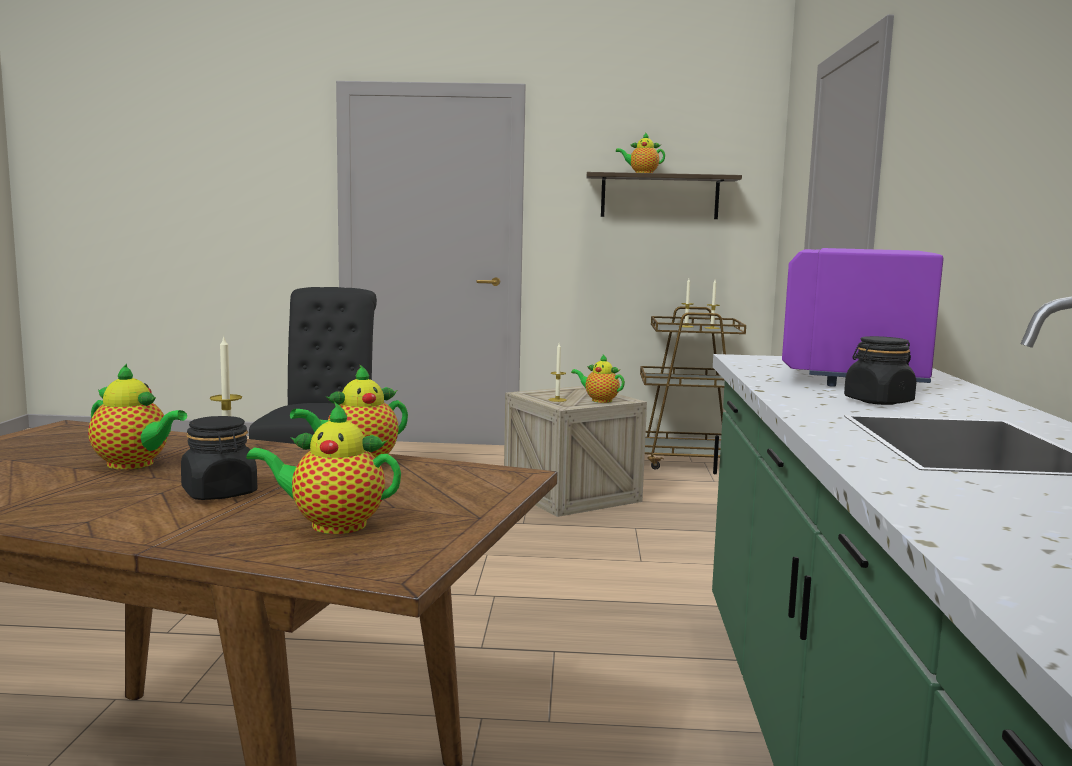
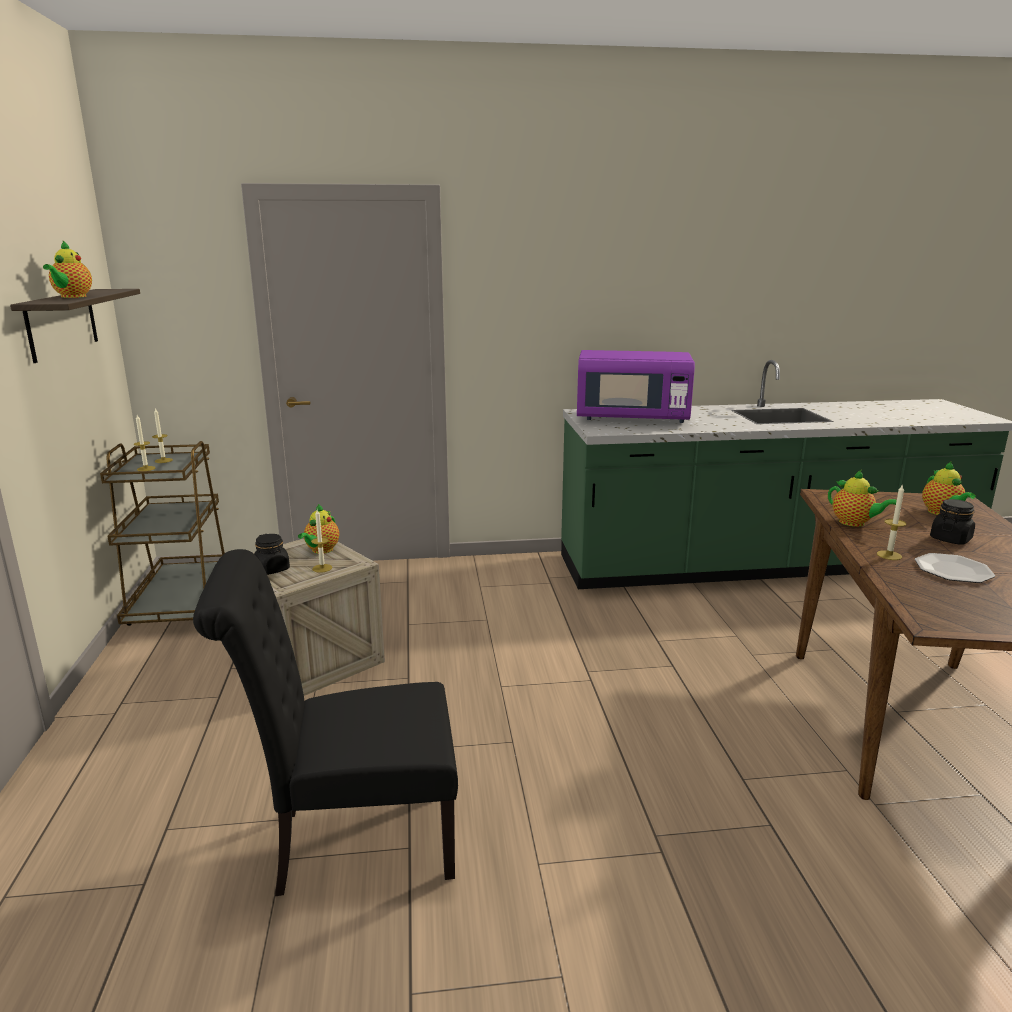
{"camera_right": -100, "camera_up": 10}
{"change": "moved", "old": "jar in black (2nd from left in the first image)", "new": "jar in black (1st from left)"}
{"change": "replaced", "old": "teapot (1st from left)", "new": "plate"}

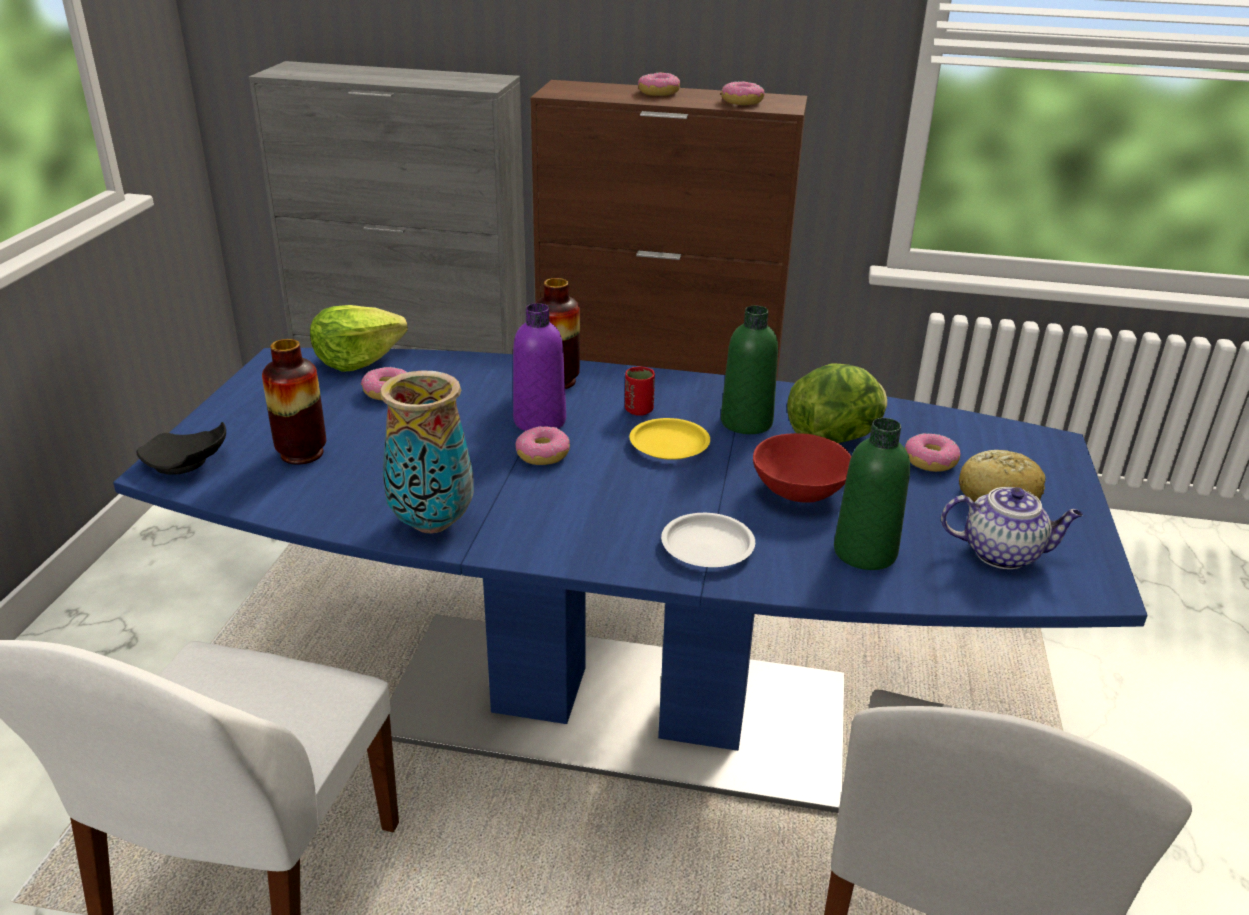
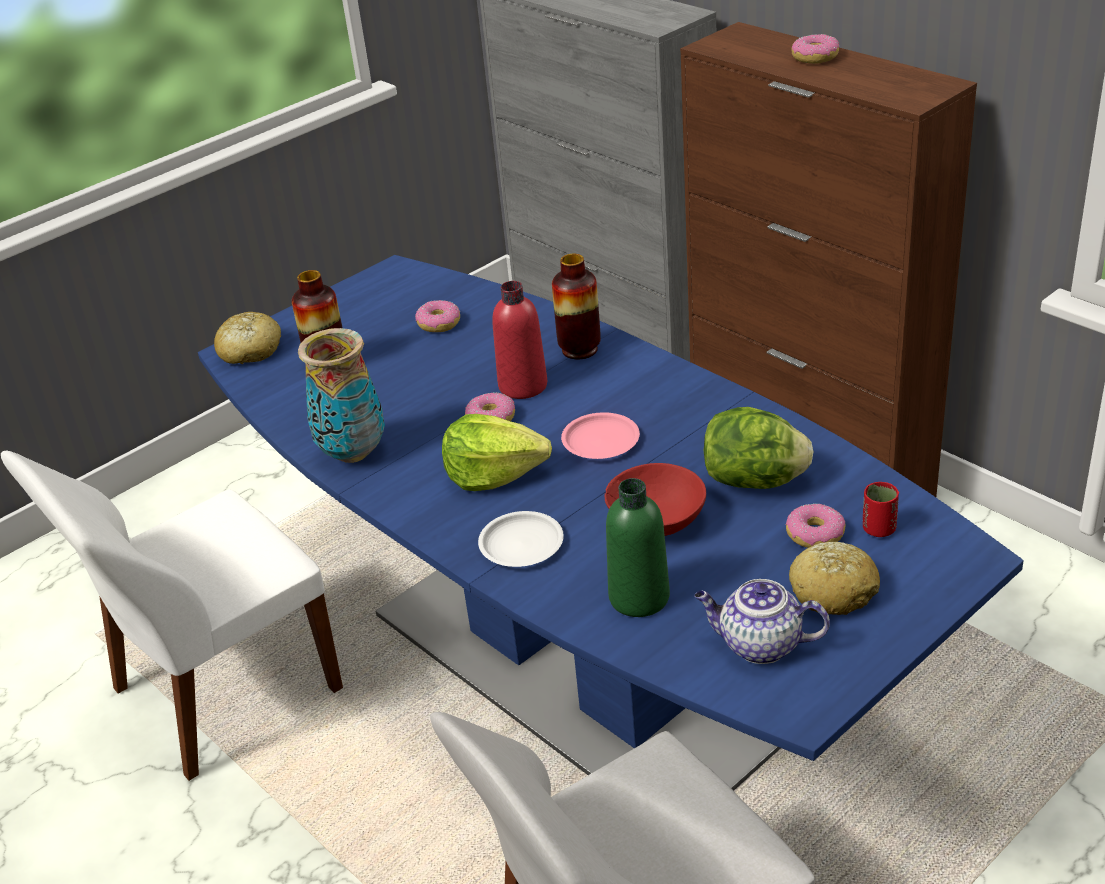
{"camera_right": 40, "camera_up": 5}
{"change": "replaced", "old": "plate in black", "new": "bread (1st from left)"}
{"change": "moved", "old": "lettuce (1st from left)"}
{"change": "recoloured", "old": "bottle in purple", "new": "bottle in red"}
{"change": "recoloured", "old": "plate in yellow", "new": "plate in pink"}
{"change": "turned", "old": "teapot", "degrees": 150}
{"change": "moved", "old": "cup in red"}
{"change": "removed", "old": "donut (4th from left)"}
{"change": "removed", "old": "bottle in green (1st from left)"}

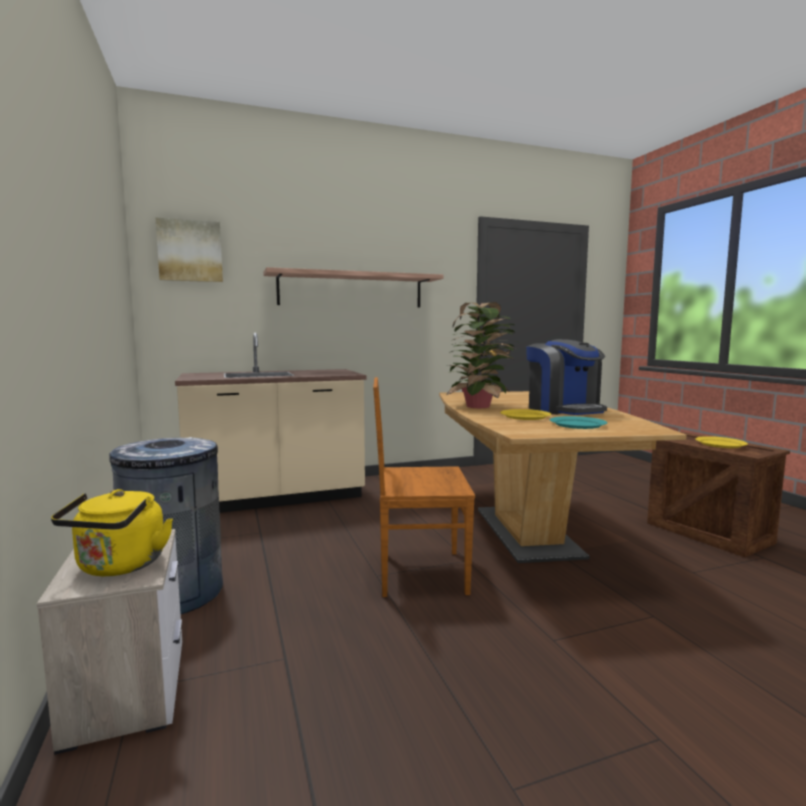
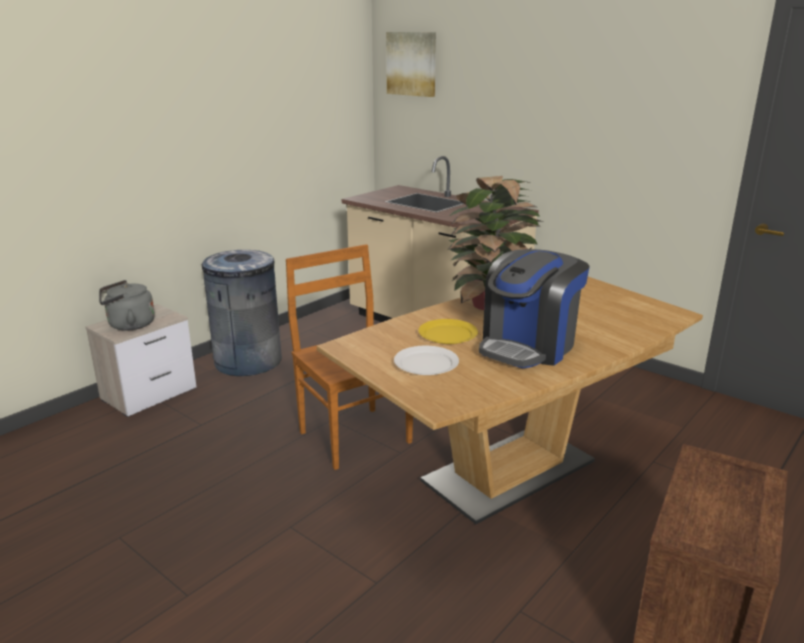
{"camera_right": 60, "camera_up": 15}
{"change": "recoloured", "old": "kettle in yellow", "new": "kettle in grey"}
{"change": "recoloured", "old": "plate in turquoise", "new": "plate in white"}
{"change": "removed", "old": "shelf"}
{"change": "removed", "old": "plate in yellow (2nd from left)"}

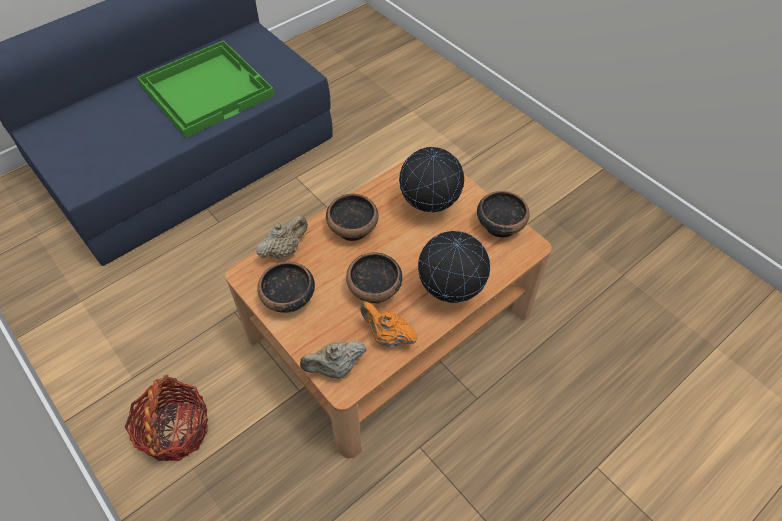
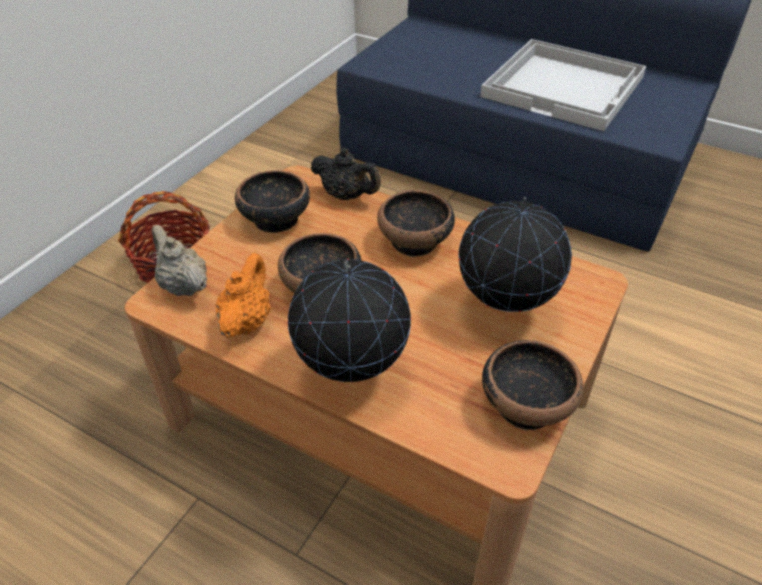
{"camera_right": 70, "camera_up": -10}
{"change": "recoloured", "old": "teapot in beige (1st from left)", "new": "teapot in black"}
{"change": "recoloured", "old": "tray in green", "new": "tray in white"}

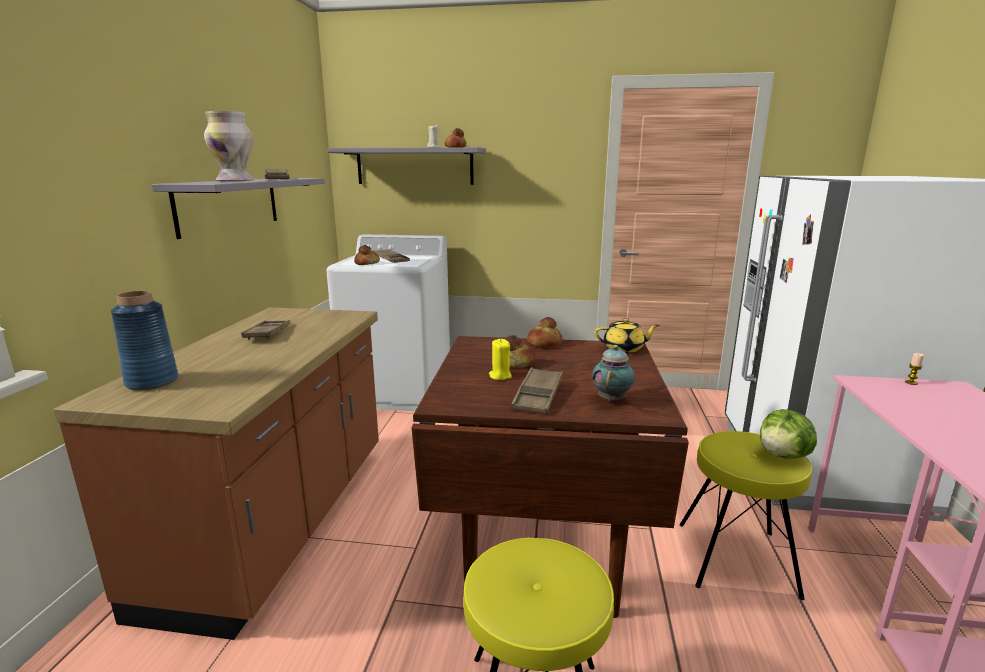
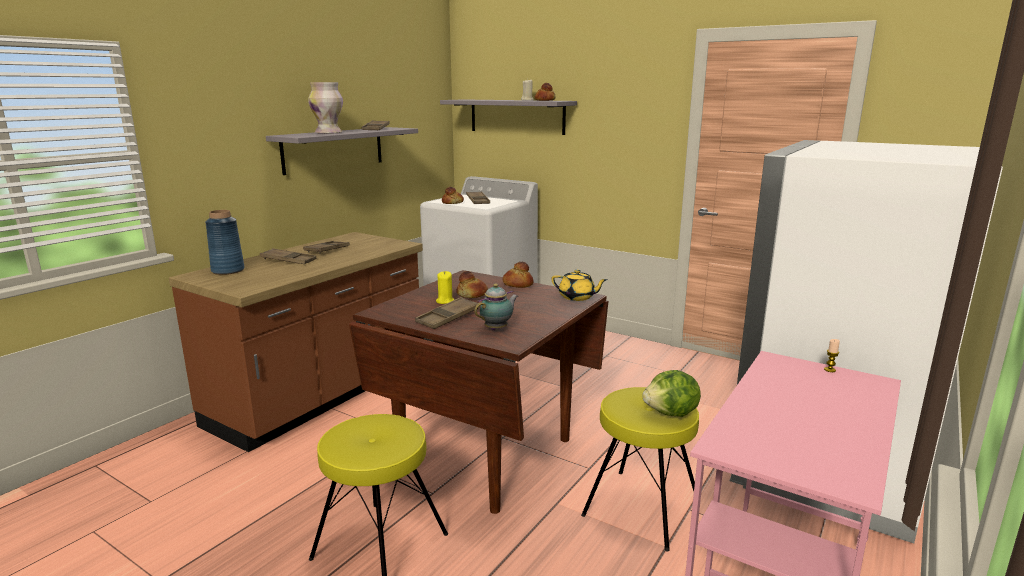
{"camera_right": 25, "camera_up": 0}
{"change": "added", "new": "tray in brown (1st from left)"}

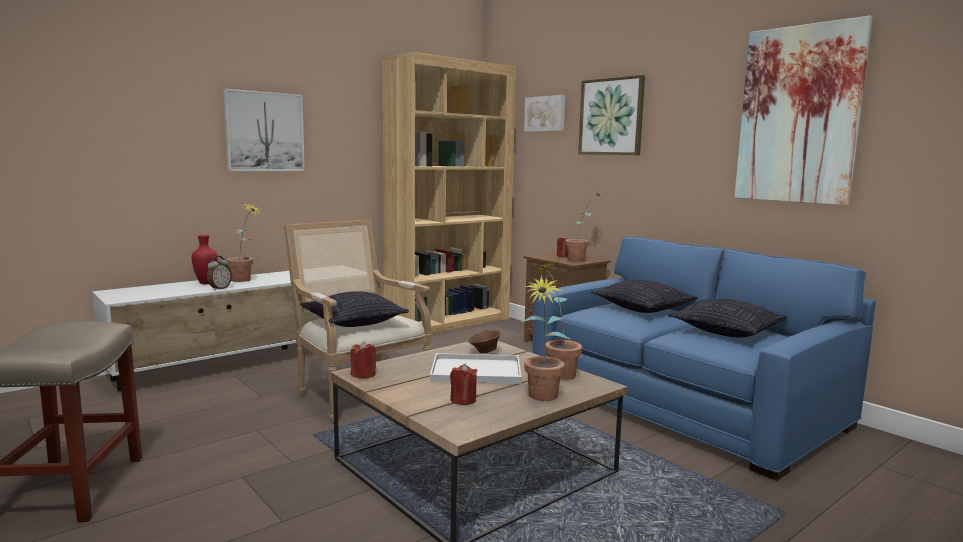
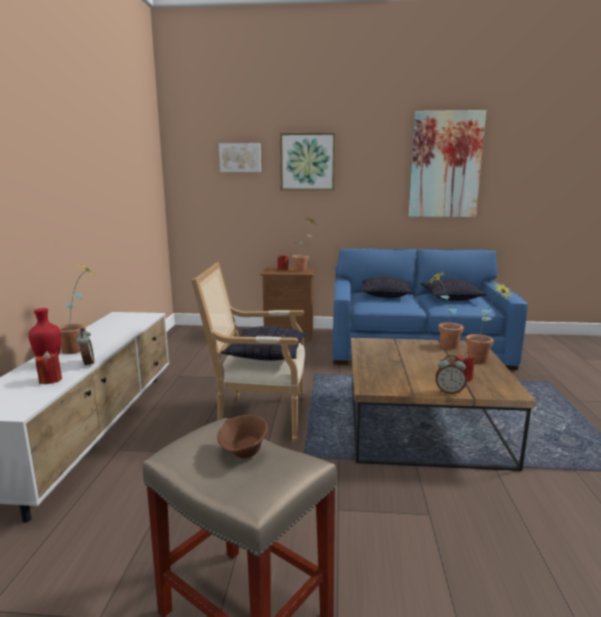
{"camera_right": -45, "camera_up": 5}
{"change": "moved", "old": "candle in red (1st from left)"}
{"change": "moved", "old": "bowl in brown"}
{"change": "added", "new": "alarm clock (2nd from left)"}
{"change": "removed", "old": "picture (1st from left)"}
{"change": "removed", "old": "bookcase in brown"}
{"change": "removed", "old": "tray in white"}

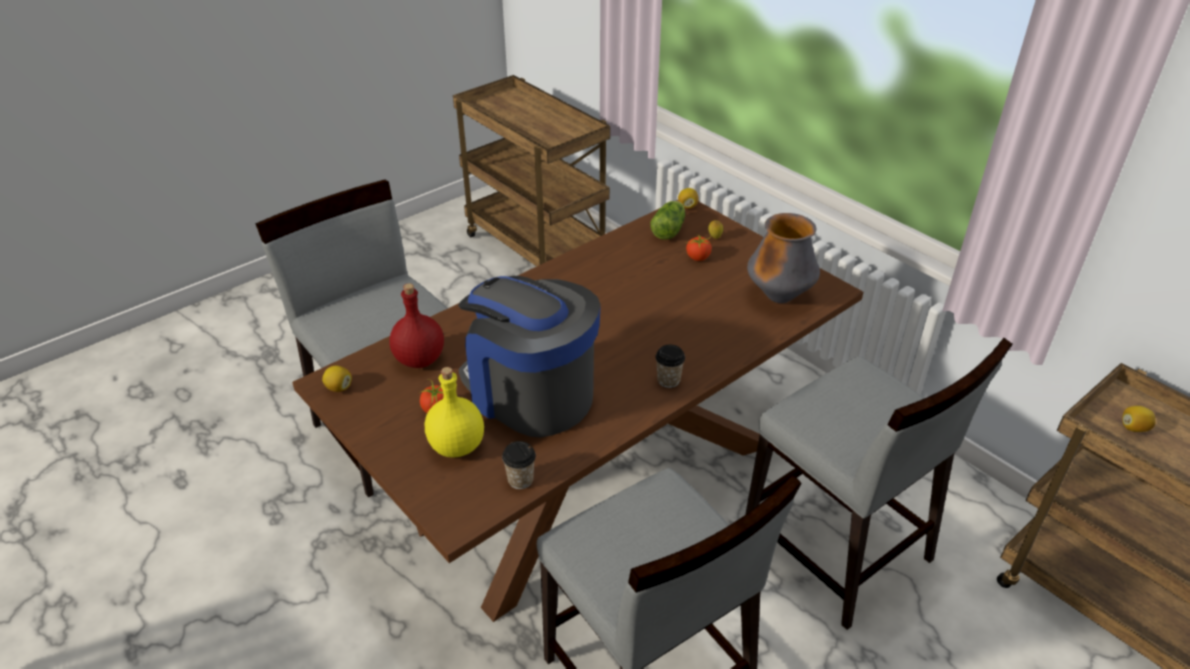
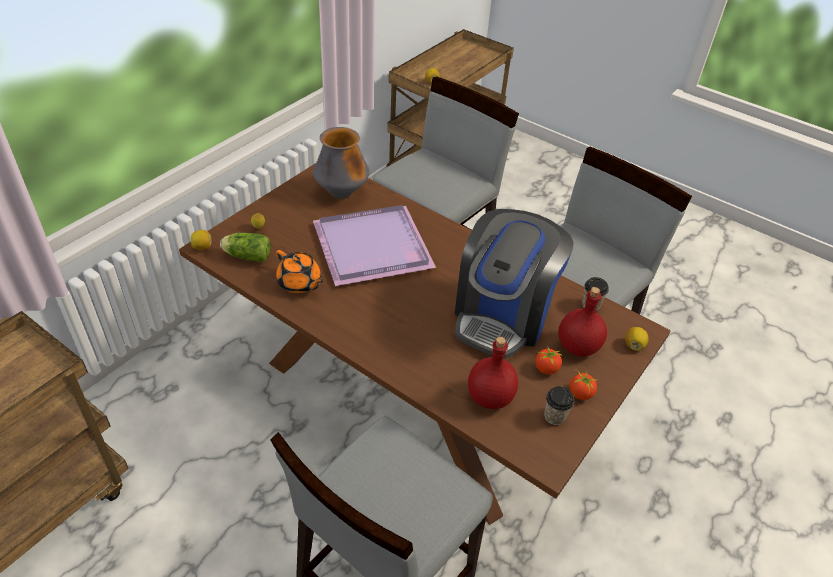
{"camera_right": -105, "camera_up": 5}
{"change": "added", "new": "teapot in orange"}
{"change": "added", "new": "tray in purple"}
{"change": "moved", "old": "cup (2nd from left in the first image)", "new": "cup (1st from left)"}
{"change": "recoloured", "old": "bottle in yellow", "new": "bottle in red (2nd from left)"}
{"change": "moved", "old": "tomato (2nd from left)"}
{"change": "moved", "old": "lemon (1st from left in the first image)", "new": "lemon (4th from left)"}

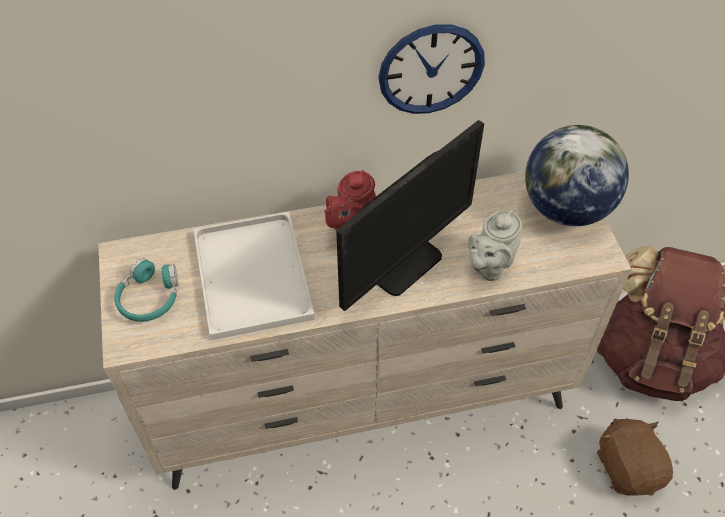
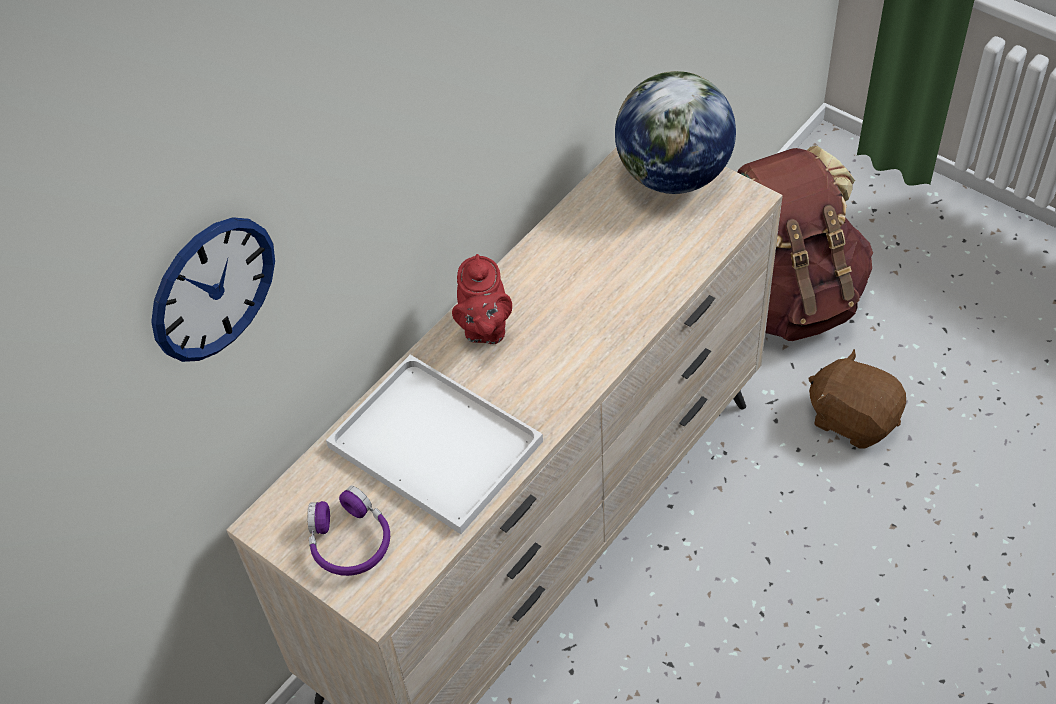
{"camera_right": -35, "camera_up": 0}
{"change": "moved", "old": "wall clock"}
{"change": "recoloured", "old": "headphones in turquoise", "new": "headphones in purple"}
{"change": "removed", "old": "monitor"}
{"change": "removed", "old": "teapot in grey"}

